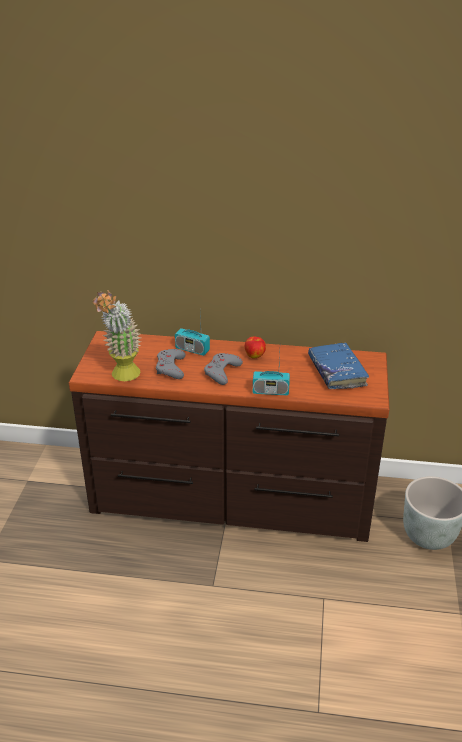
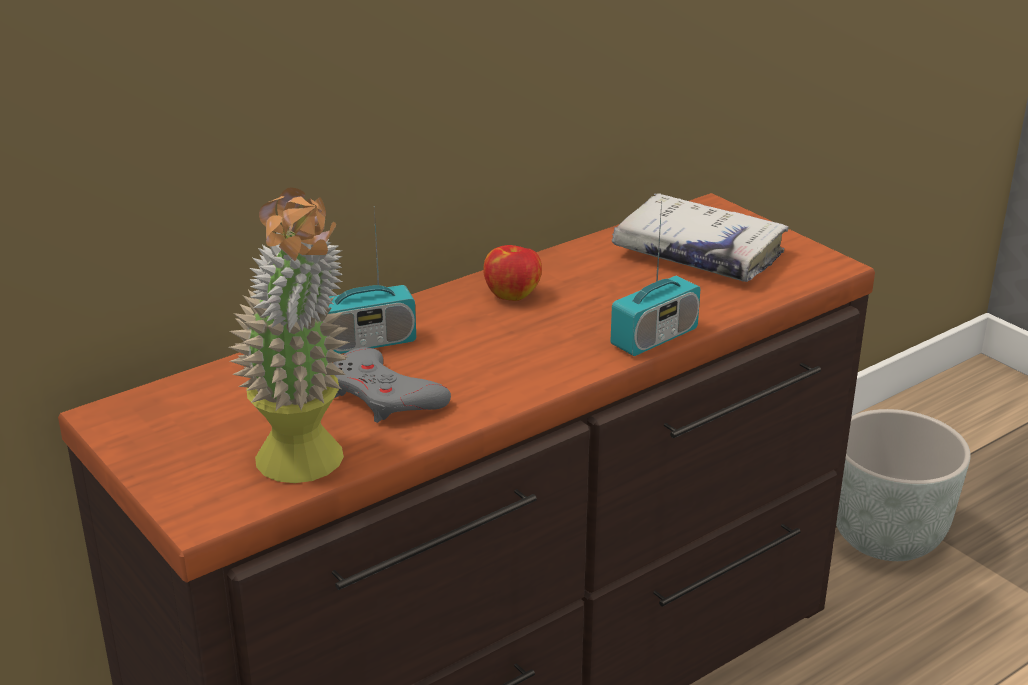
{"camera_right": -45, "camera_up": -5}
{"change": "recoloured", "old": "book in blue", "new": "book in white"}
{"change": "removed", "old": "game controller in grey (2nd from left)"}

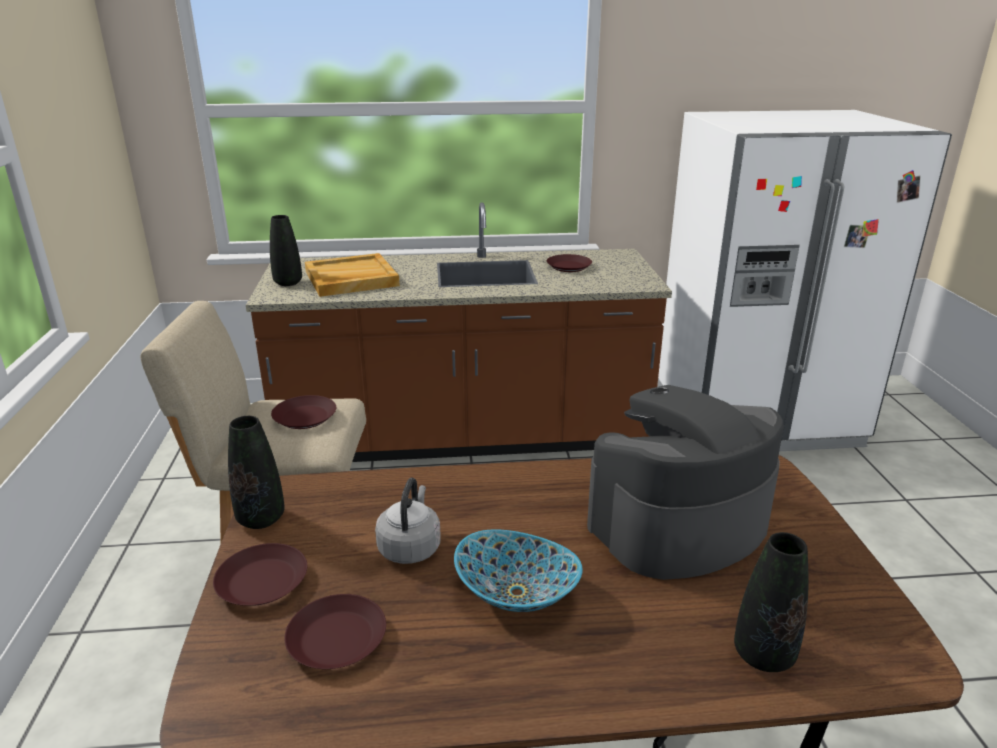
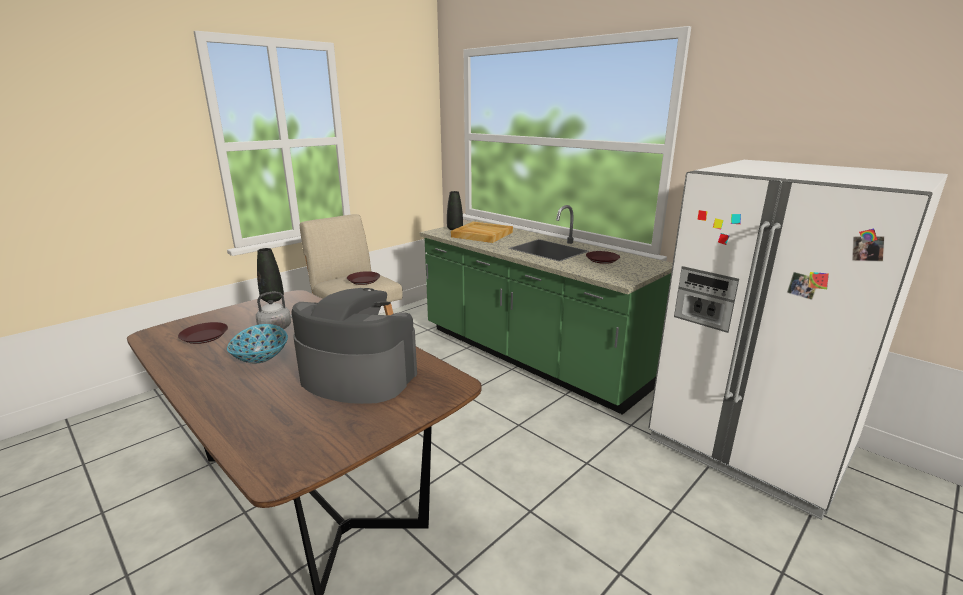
{"camera_right": 50, "camera_up": -5}
{"change": "recoloured", "old": "counter in brown", "new": "counter in green"}
{"change": "removed", "old": "plate in brown (1st from left)"}
{"change": "removed", "old": "vase in black (3rd from left)"}

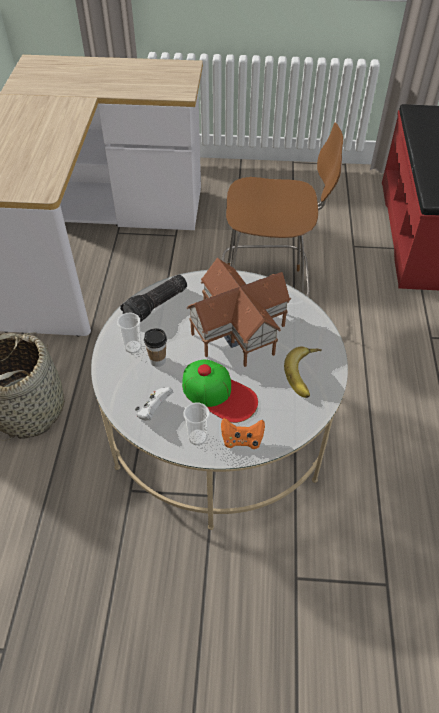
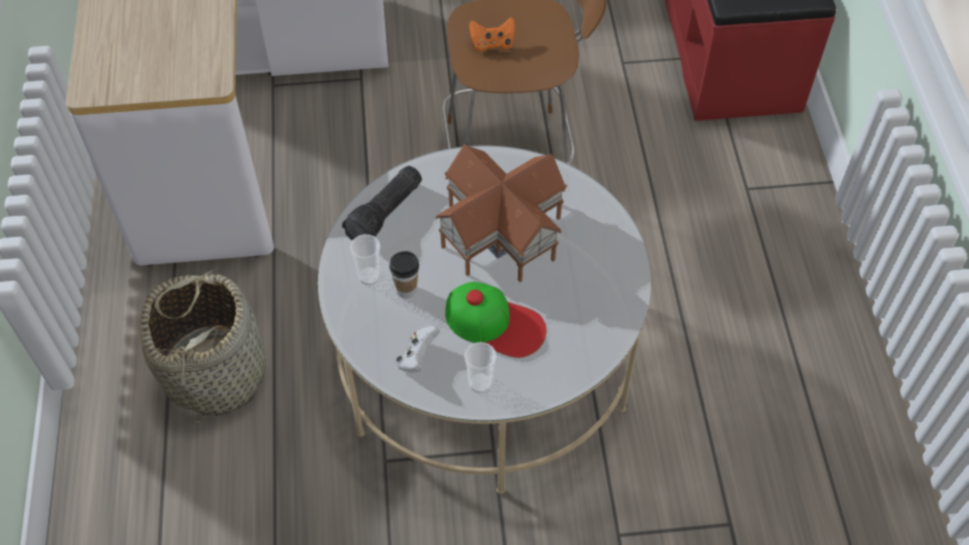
{"camera_right": -10, "camera_up": 5}
{"change": "moved", "old": "game controller in orange"}
{"change": "removed", "old": "banana"}

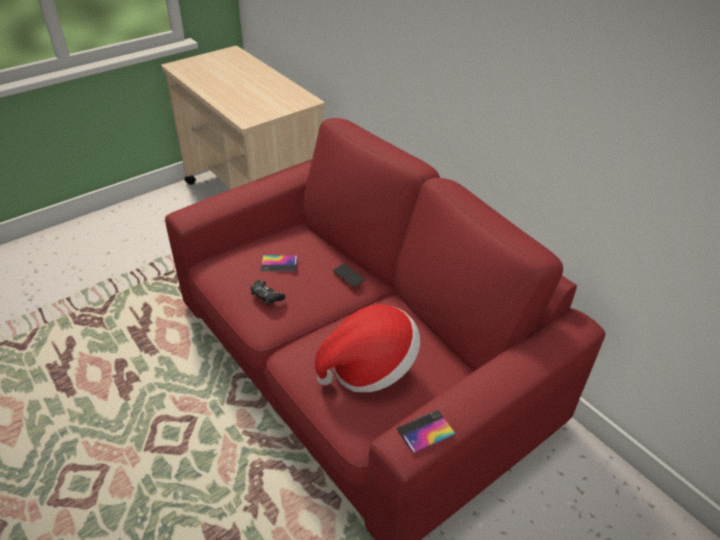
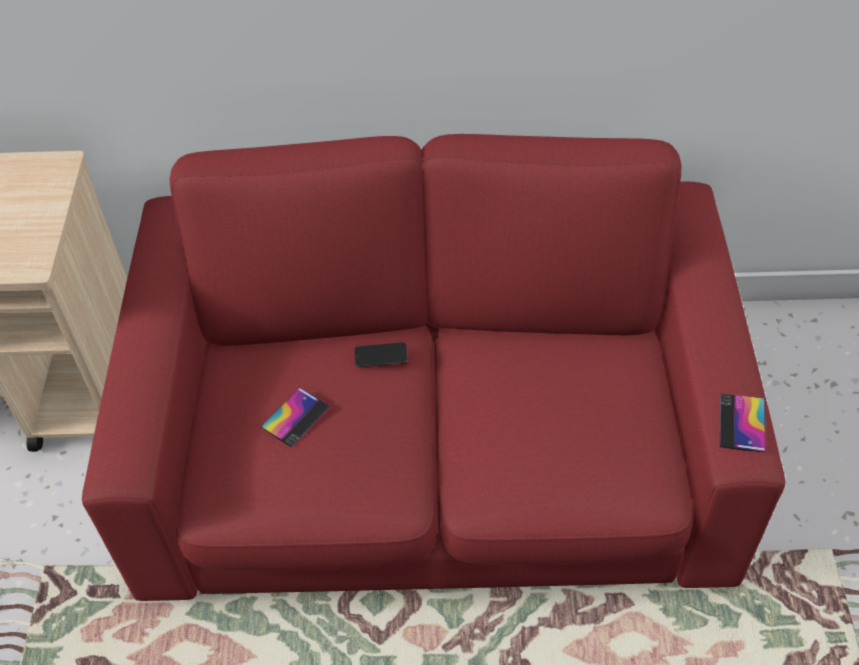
{"camera_right": -50, "camera_up": 10}
{"change": "removed", "old": "game controller in black"}
{"change": "removed", "old": "hat"}

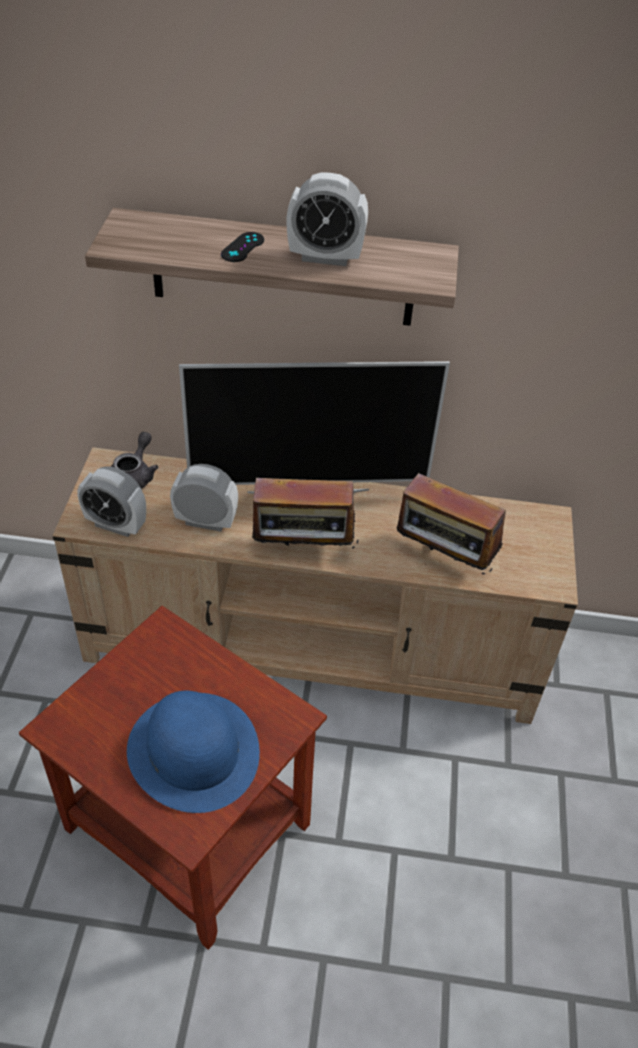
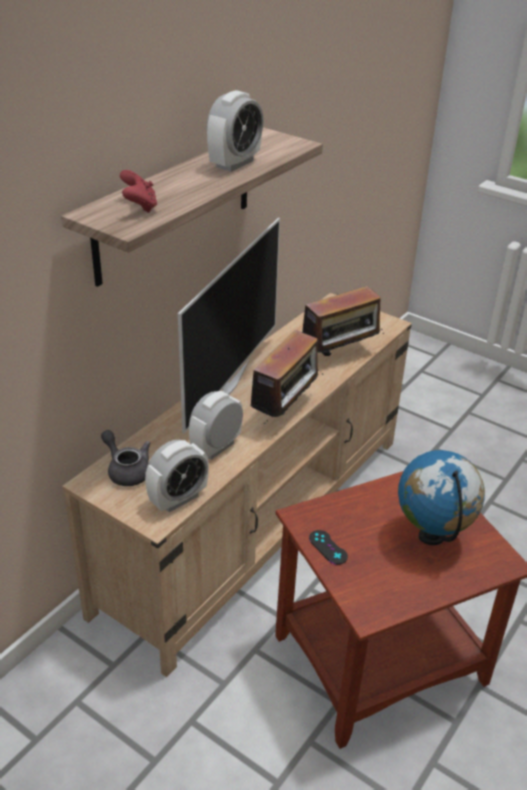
{"camera_right": -60, "camera_up": -10}
{"change": "added", "new": "game controller in red"}
{"change": "moved", "old": "game controller in black"}
{"change": "replaced", "old": "hat in blue", "new": "globe"}

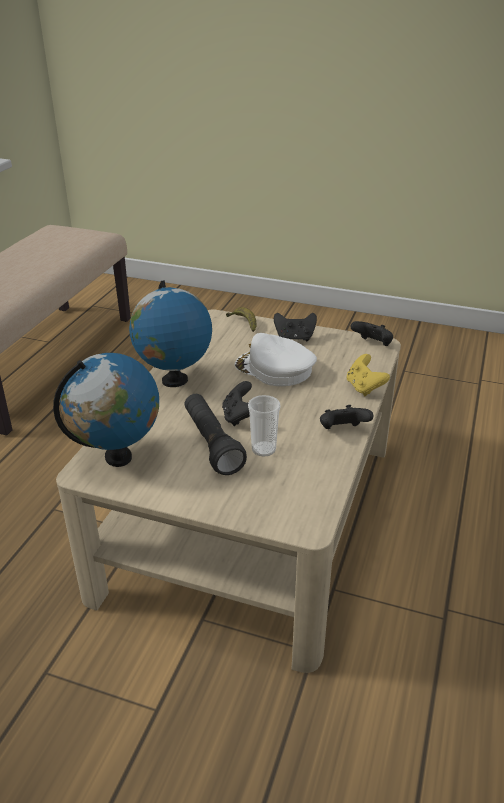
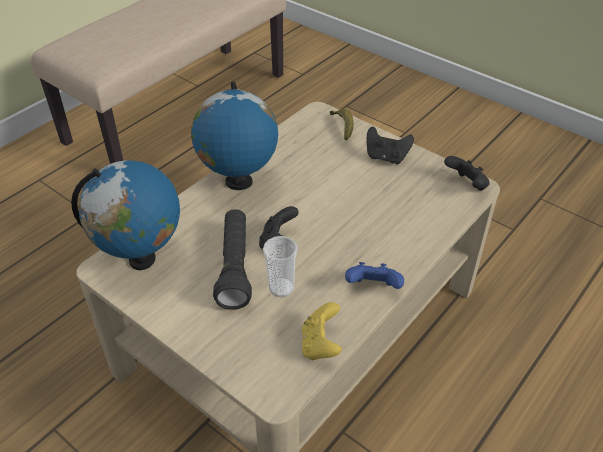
{"camera_right": 20, "camera_up": 10}
{"change": "moved", "old": "game controller in yellow"}
{"change": "recoloured", "old": "game controller in black (3rd from left)", "new": "game controller in blue"}
{"change": "removed", "old": "cap in white"}

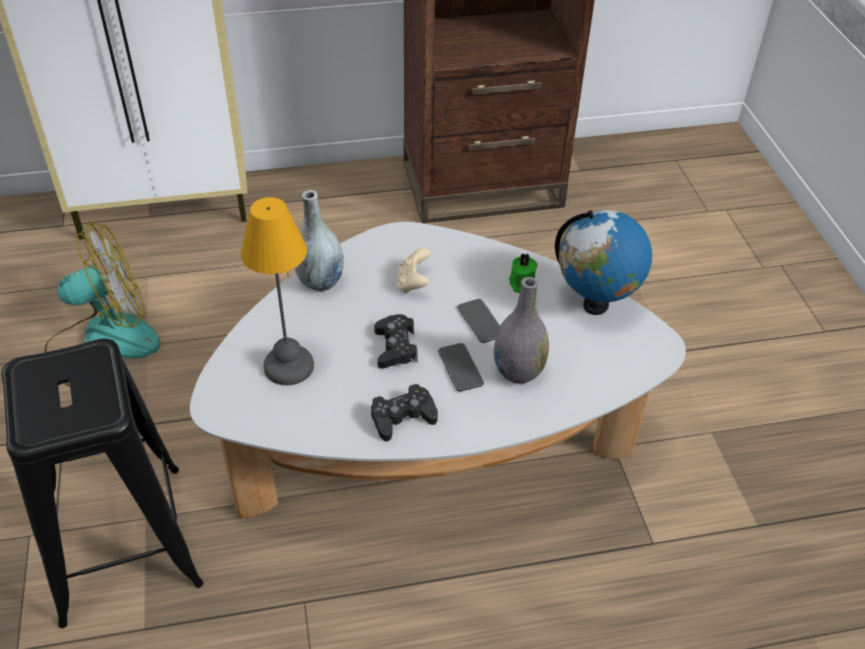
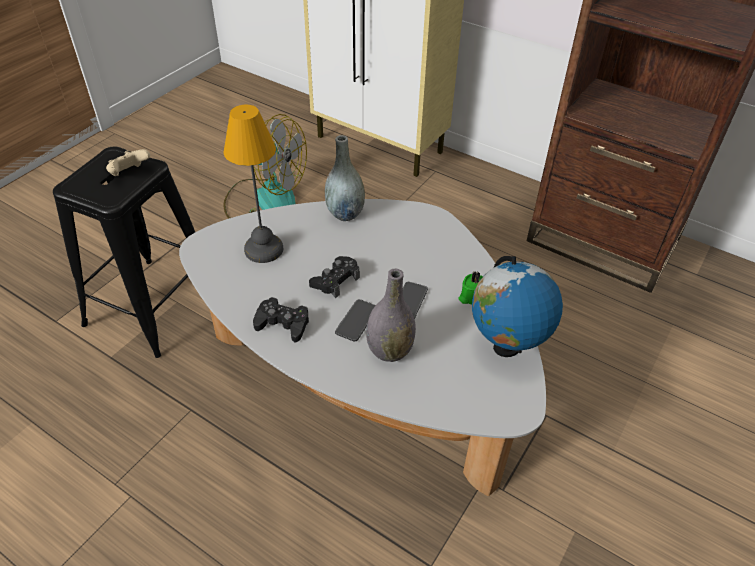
{"camera_right": 45, "camera_up": 0}
{"change": "moved", "old": "game controller in beige"}

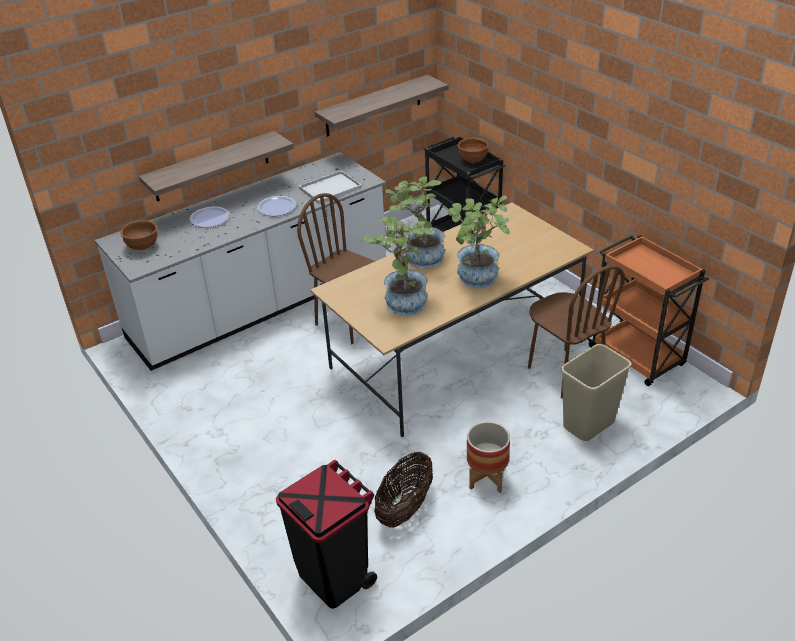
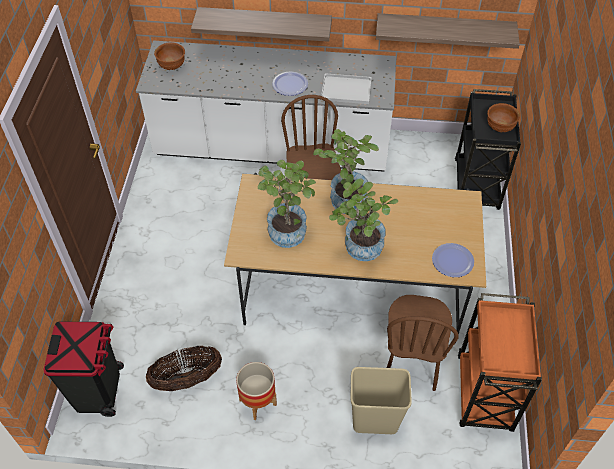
{"camera_right": 40, "camera_up": 15}
{"change": "moved", "old": "plate (1st from left in the first image)", "new": "plate (2nd from left)"}

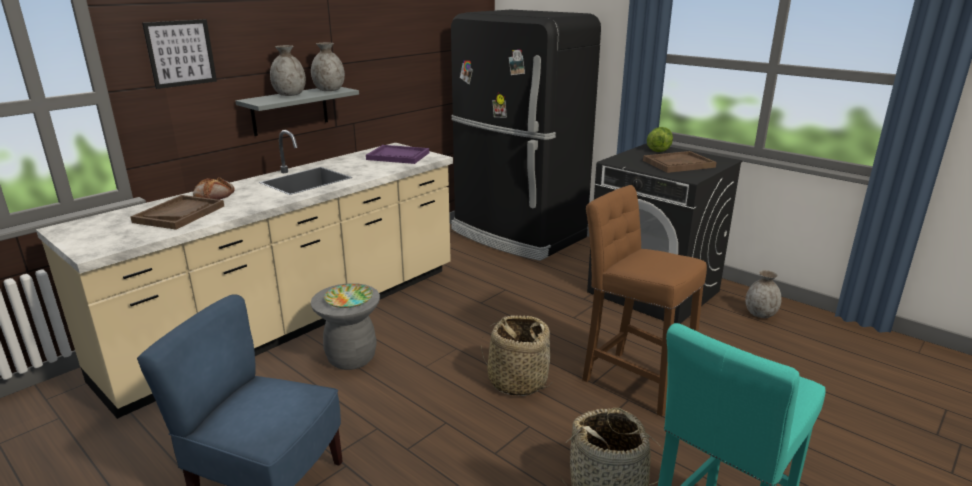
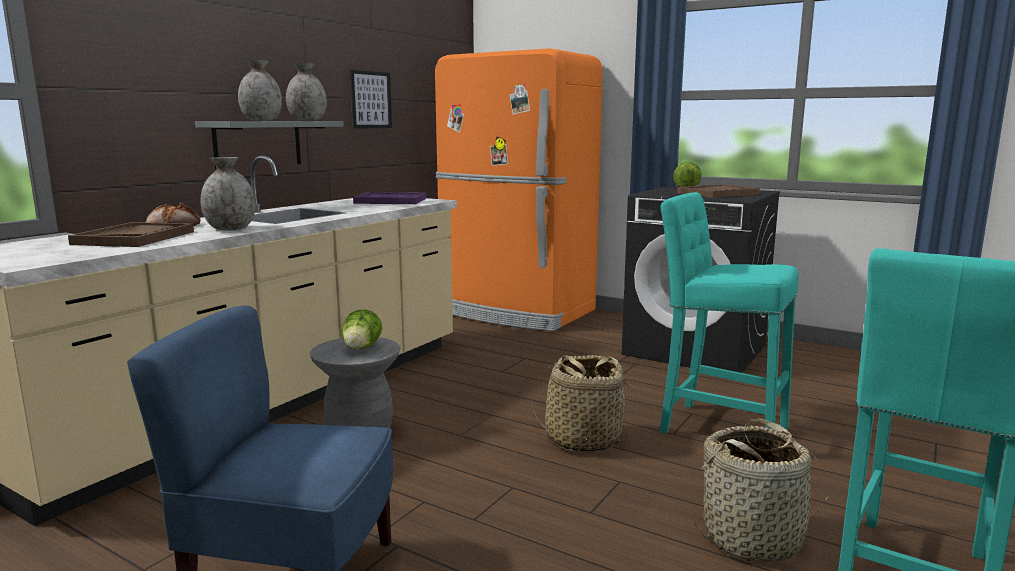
{"camera_right": -10, "camera_up": -10}
{"change": "moved", "old": "vase in grey (3rd from left in the first image)", "new": "vase in grey (1st from left)"}
{"change": "replaced", "old": "plate", "new": "lettuce (1st from left)"}
{"change": "moved", "old": "picture"}
{"change": "recoloured", "old": "fridge in black", "new": "fridge in orange"}
{"change": "recoloured", "old": "stool in brown", "new": "stool in turquoise (1st from left)"}

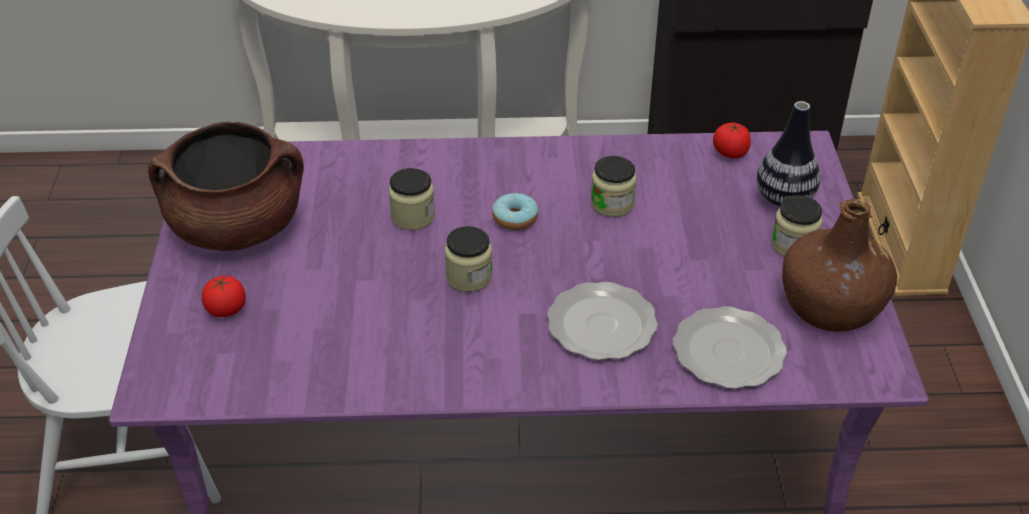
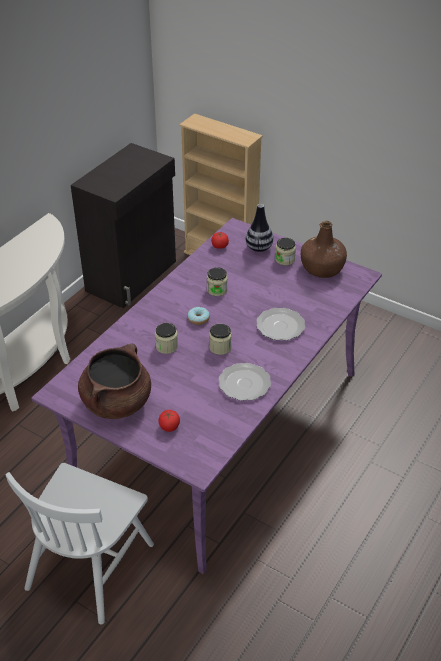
{"camera_right": -55, "camera_up": 0}
{"change": "moved", "old": "plate (2nd from left in the first image)", "new": "plate (1st from left)"}

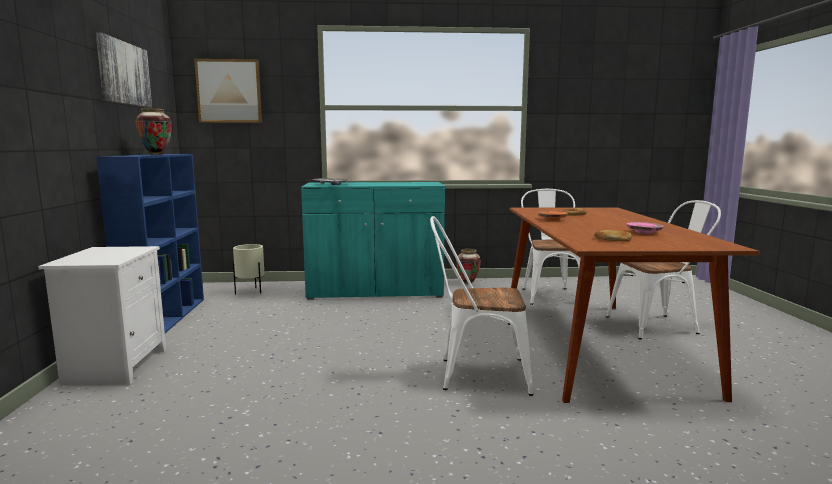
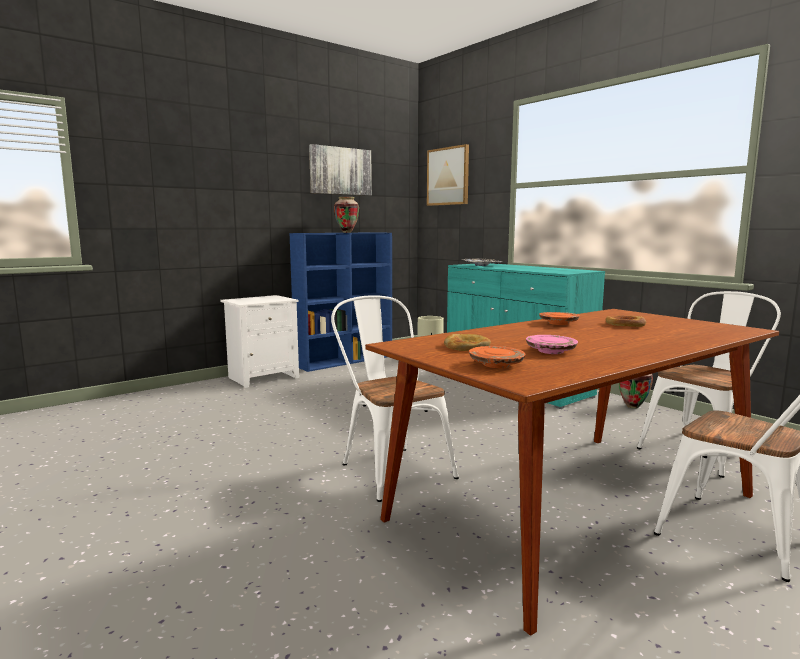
{"camera_right": 55, "camera_up": 0}
{"change": "added", "new": "plate in orange (1st from left)"}

